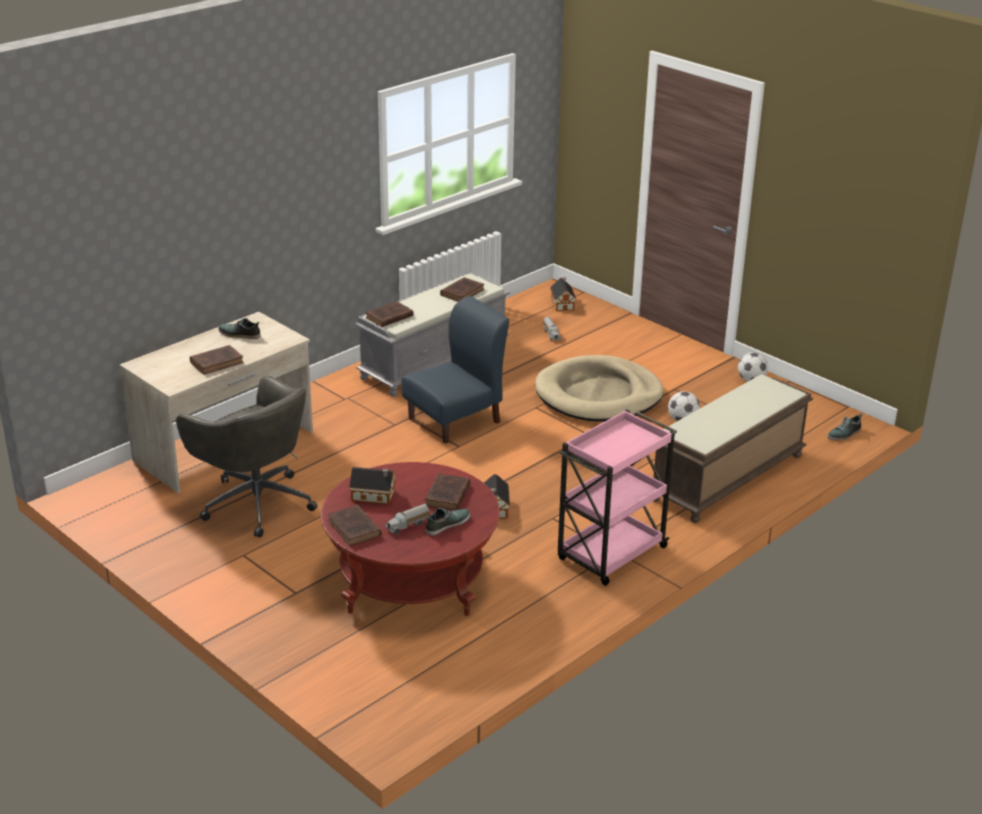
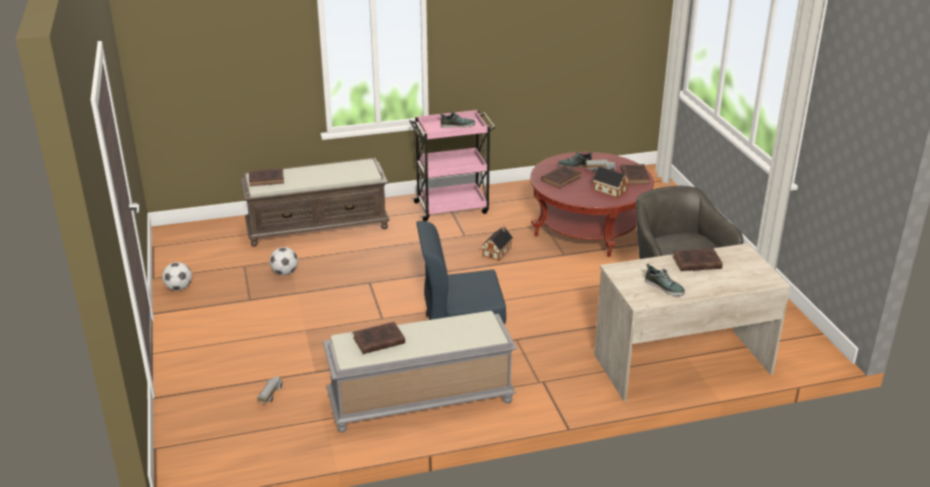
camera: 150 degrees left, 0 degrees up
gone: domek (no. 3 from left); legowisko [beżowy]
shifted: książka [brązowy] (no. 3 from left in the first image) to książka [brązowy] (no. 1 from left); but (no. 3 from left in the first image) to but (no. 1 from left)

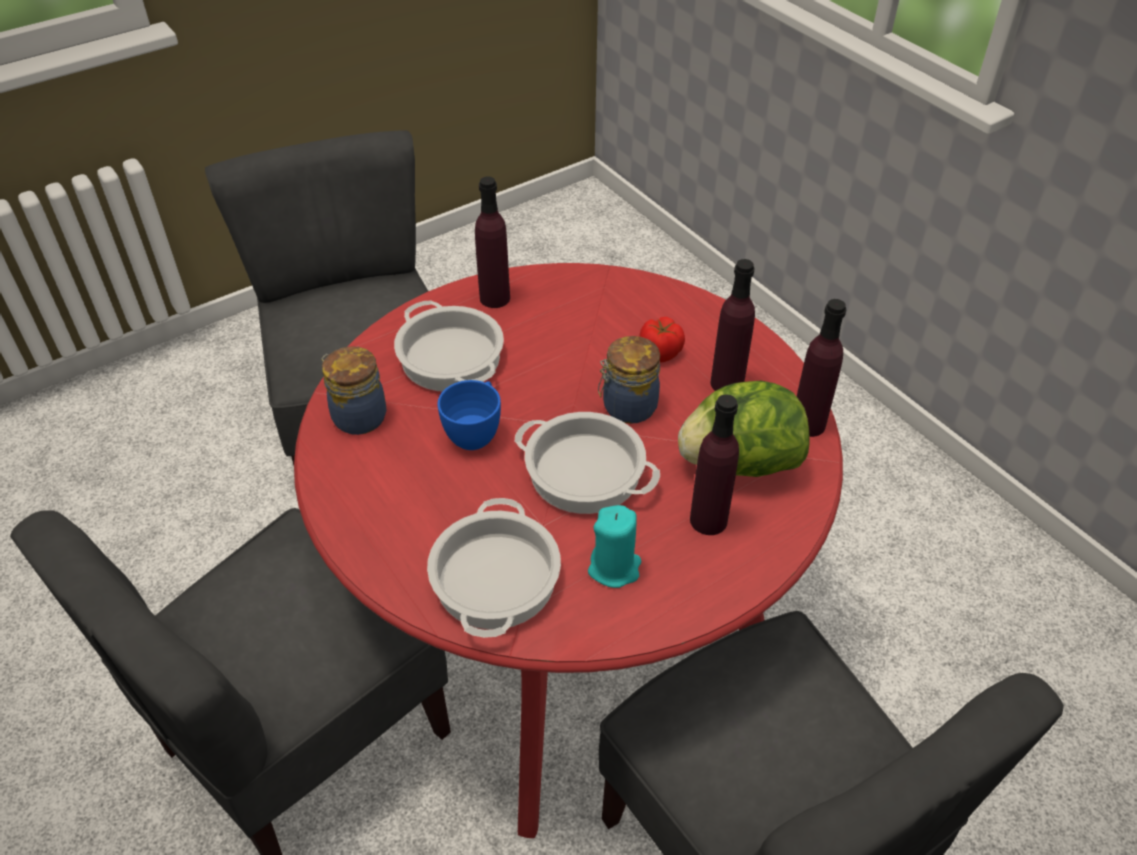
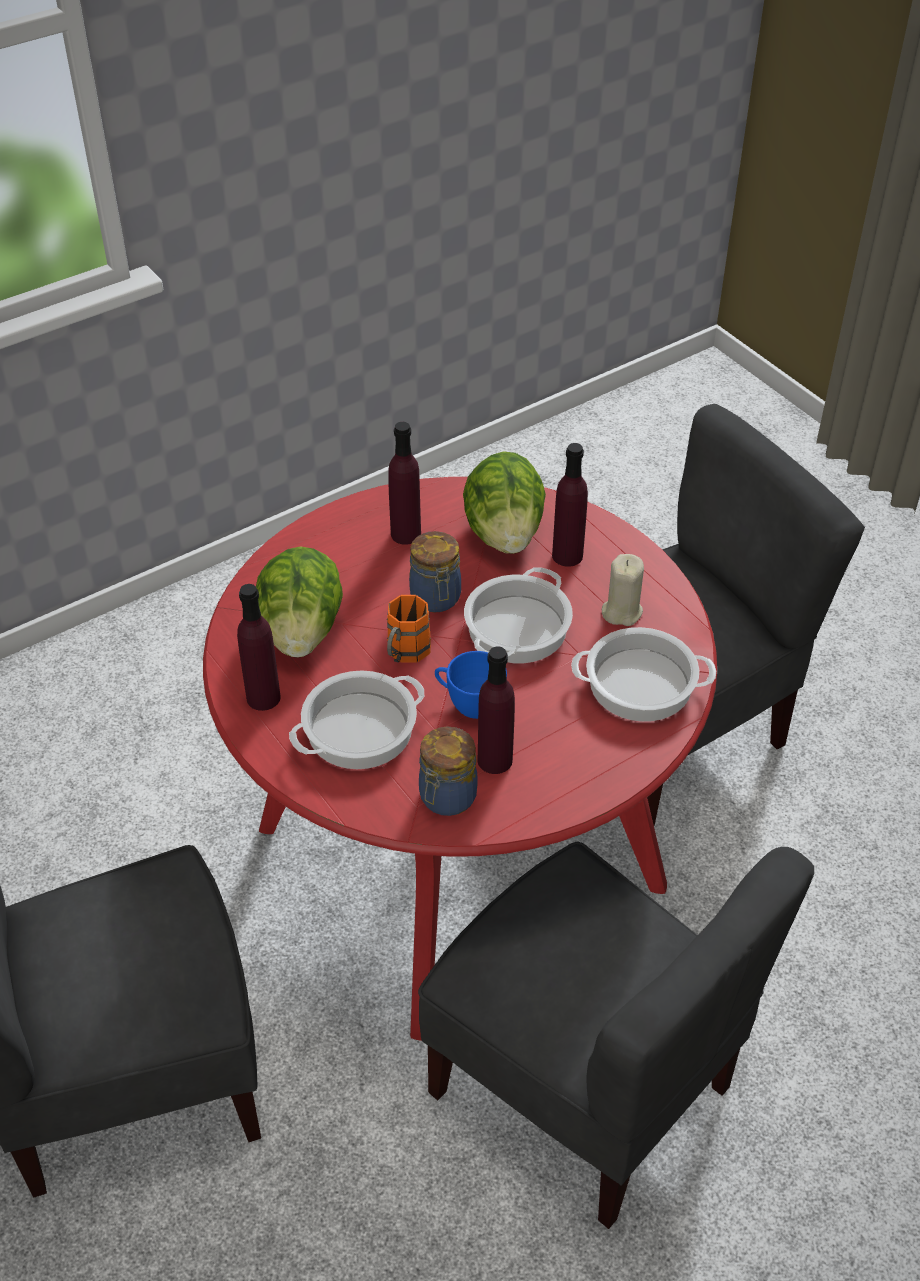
camera: 90 degrees left, 0 degrees up
gone: pomidor
new: sałata (no. 1 from left); kubek [pomarańczowy]
shifted: butelka [fioletowy] (no. 4 from left in the first image) to butelka [fioletowy] (no. 3 from left)
repainted: świeca [turkusowy] to świeca [beżowy]

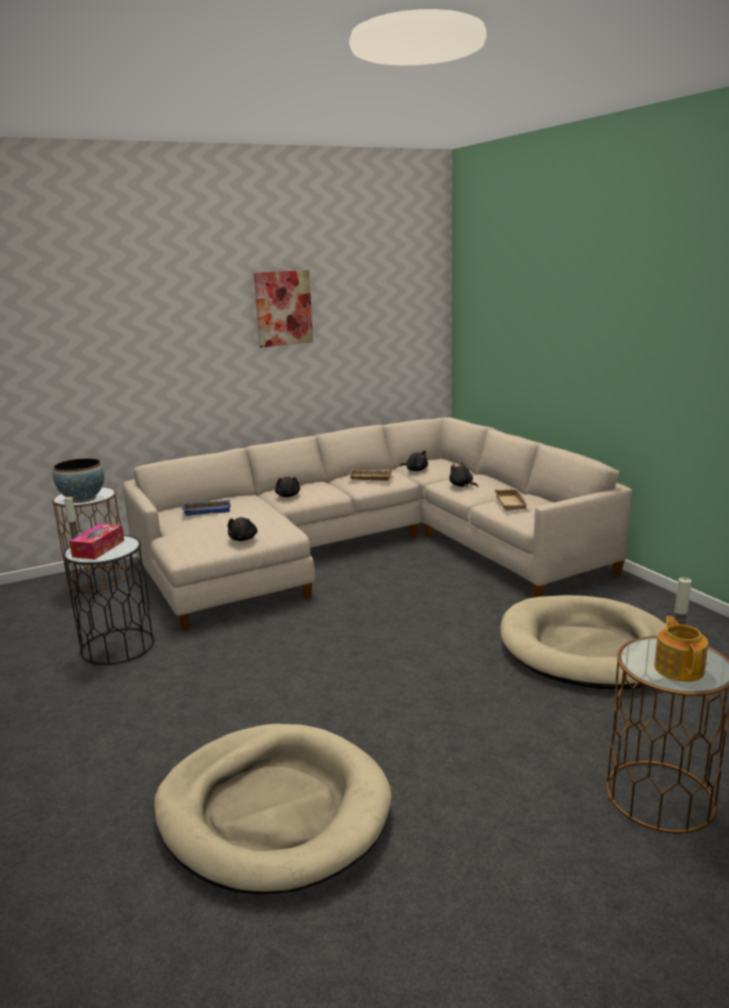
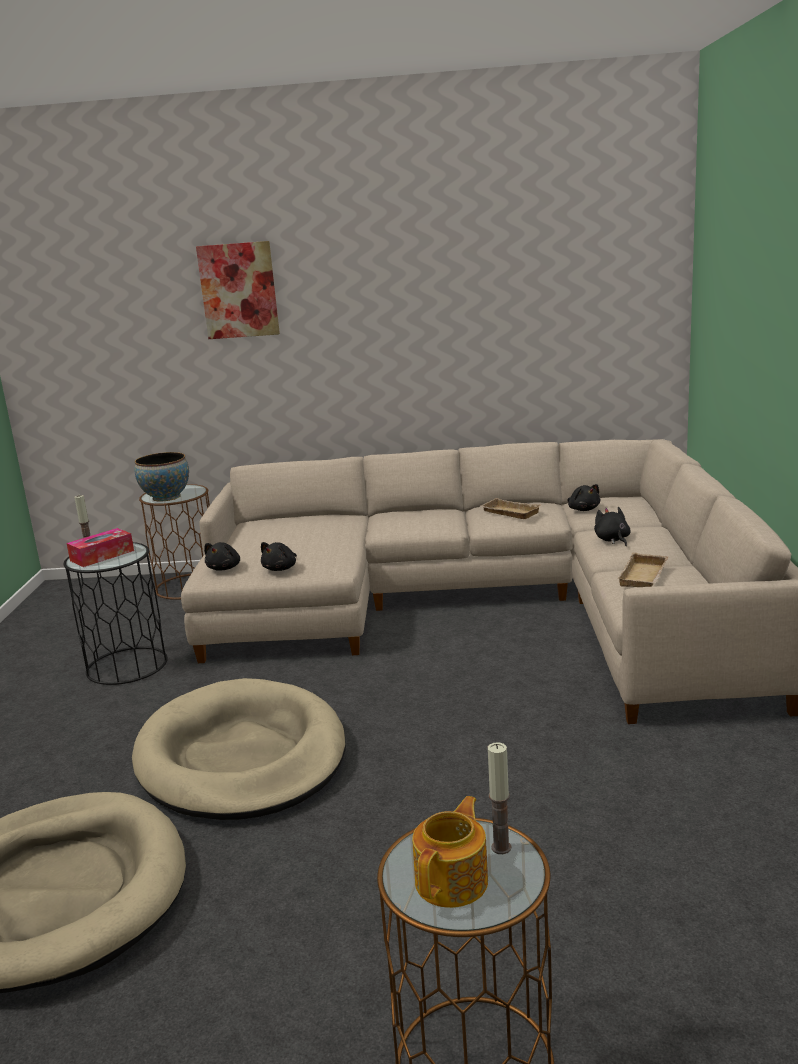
camera: 30 degrees right, 0 degrees up
gone: taca [niebieski]
shifted: obraz; pluszak [czarny] (no. 2 from left in the first image) to pluszak [czarny] (no. 1 from left); legowisko [beżowy] (no. 2 from left)

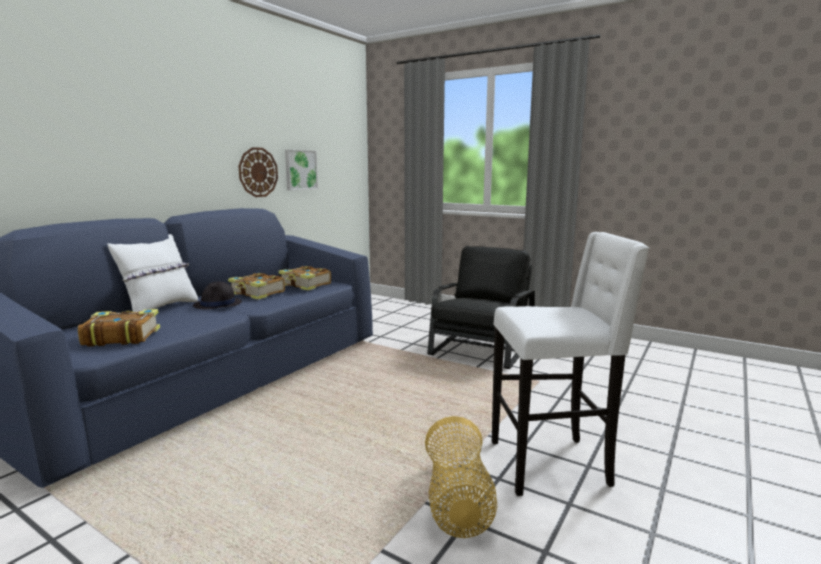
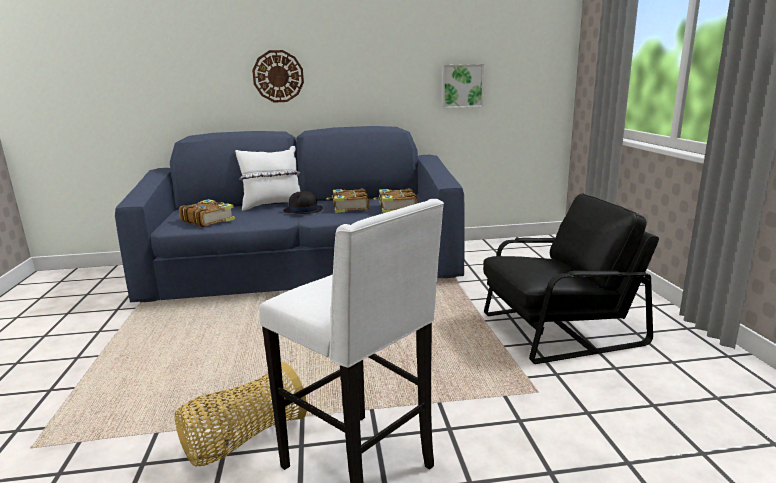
camera: 50 degrees right, 5 degrees up
shifted: zegar ścienny

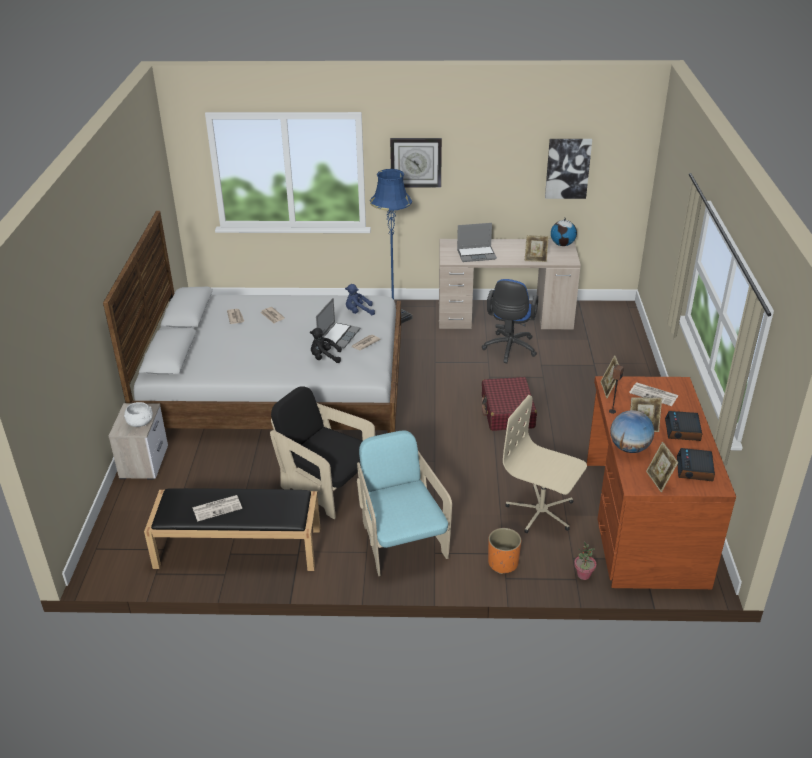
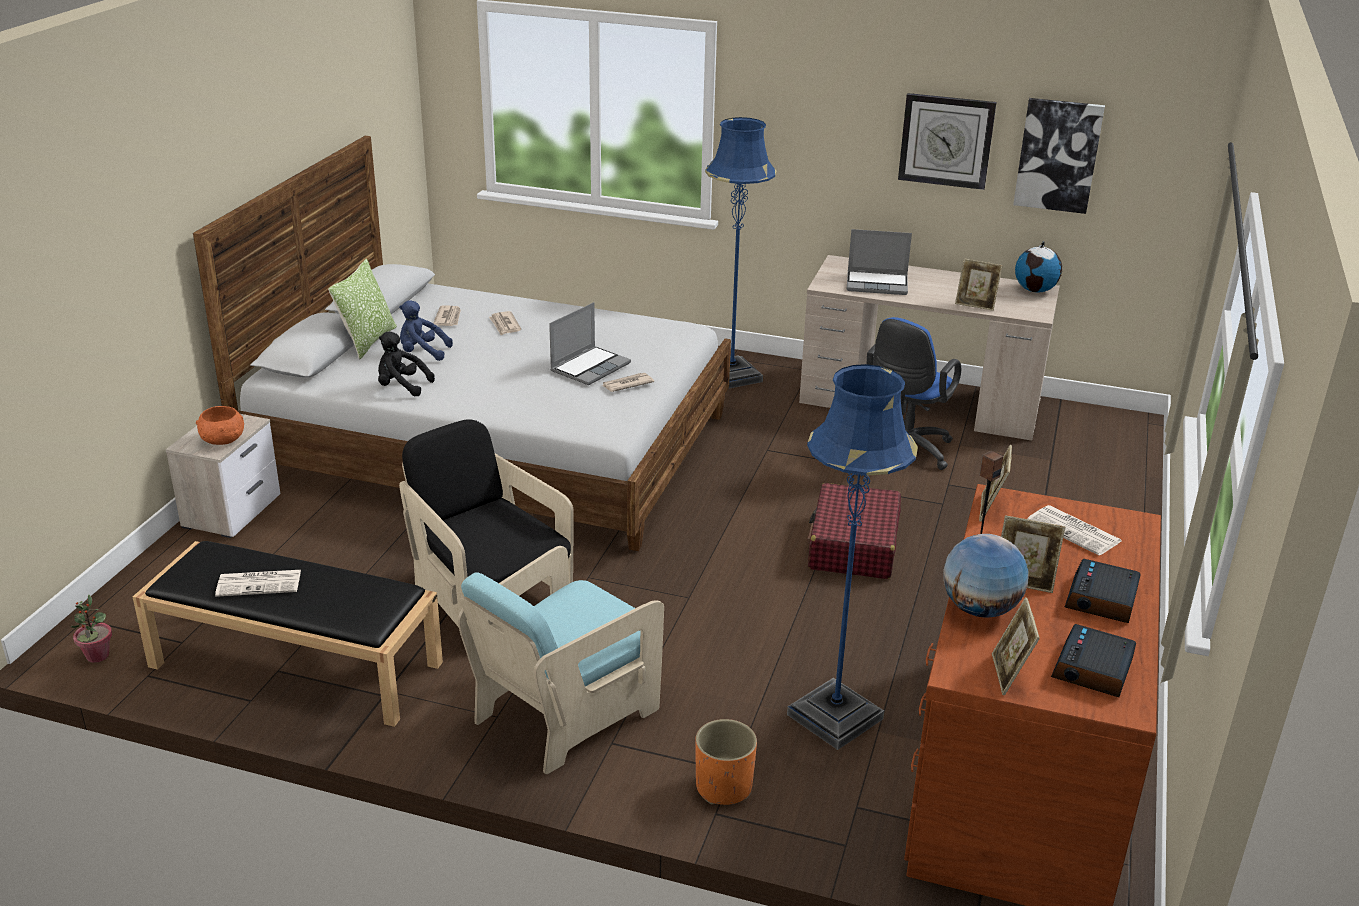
camera: 15 degrees right, 5 degrees down
new: poduszka
shifted: zegar ścienny; pluszak [niebieski]; pluszak [czarny]; roślina doniczkowa
swapped: krzesło biurowe [beżowy] to lampa stojąca [niebieski] (no. 2 from left)
repainted: miska [biały] to miska [pomarańczowy]
rotated: fotel [turkusowy] 135 degrees counterclockwise

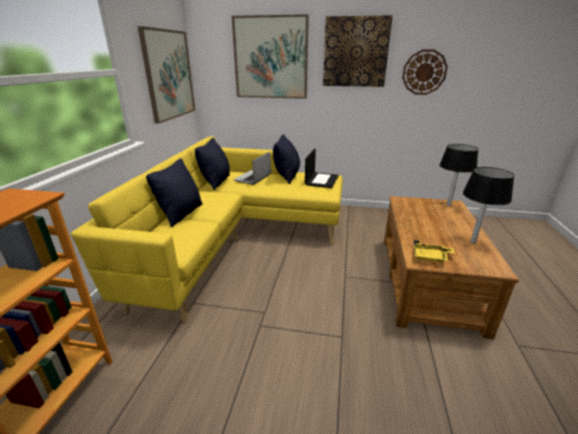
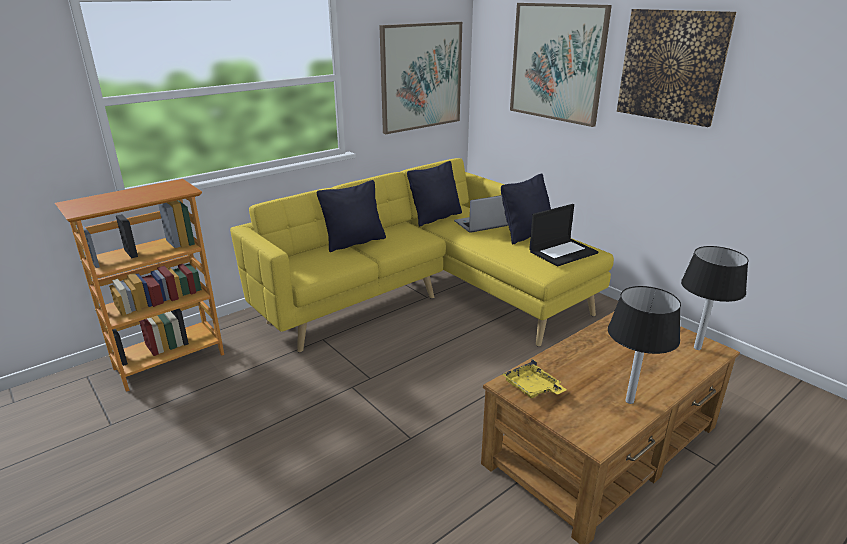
camera: 40 degrees right, 0 degrees up
gone: zegar ścienny

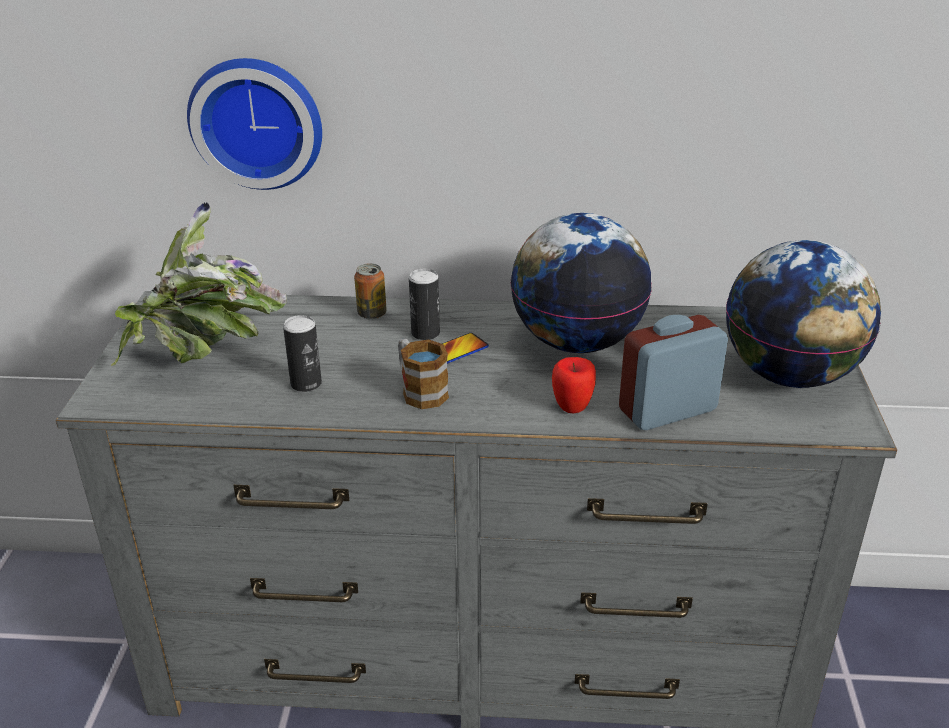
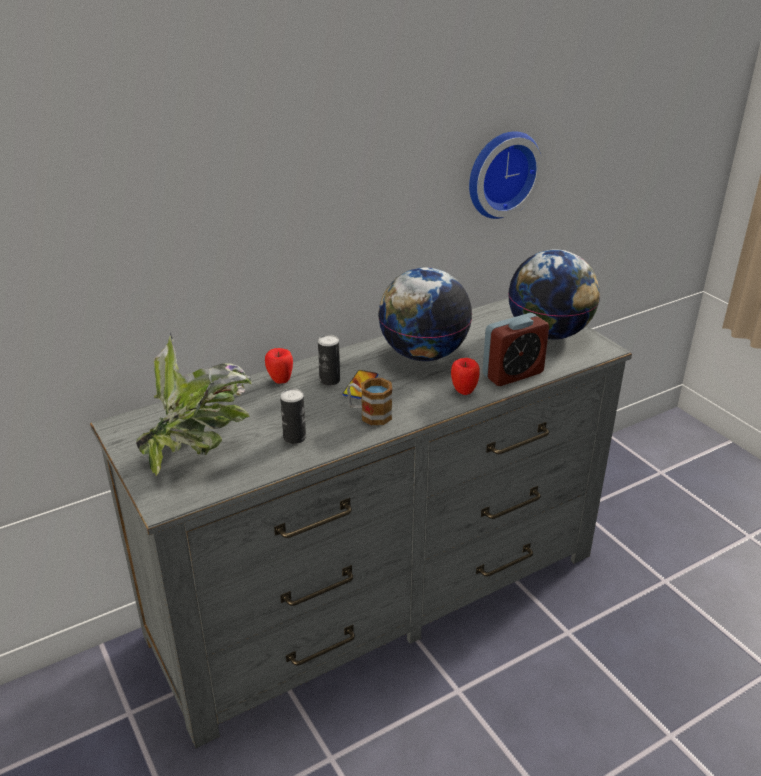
camera: 35 degrees left, 0 degrees up
shifted: zegar ścienny
swapped: puszka (no. 2 from left) to jabłko (no. 1 from left)
rotated: budzik 150 degrees counterclockwise

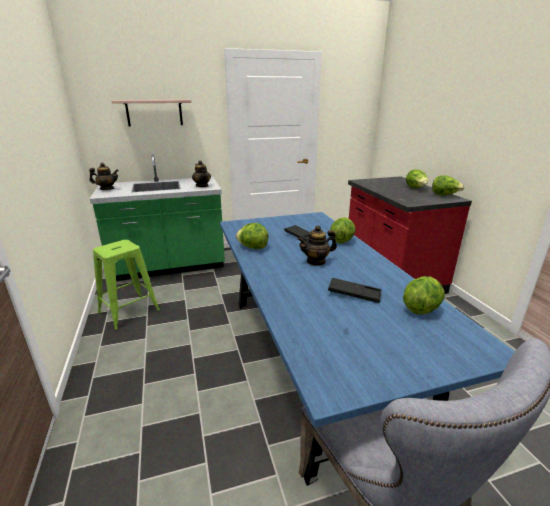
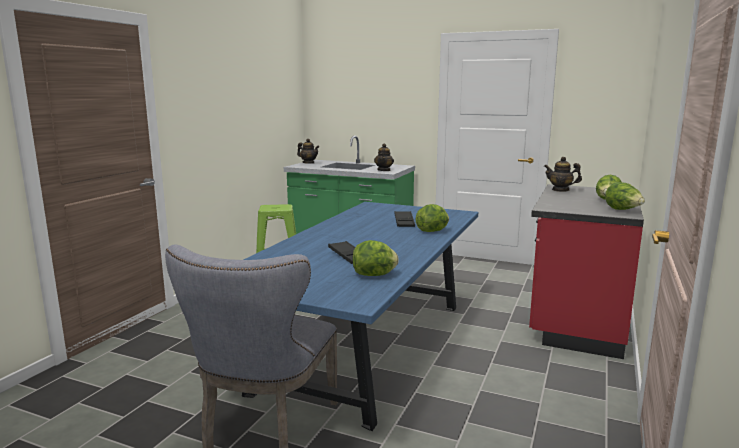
camera: 40 degrees right, 10 degrees down
gone: półka; sałata (no. 1 from left)
shifted: imbryk (no. 3 from left)

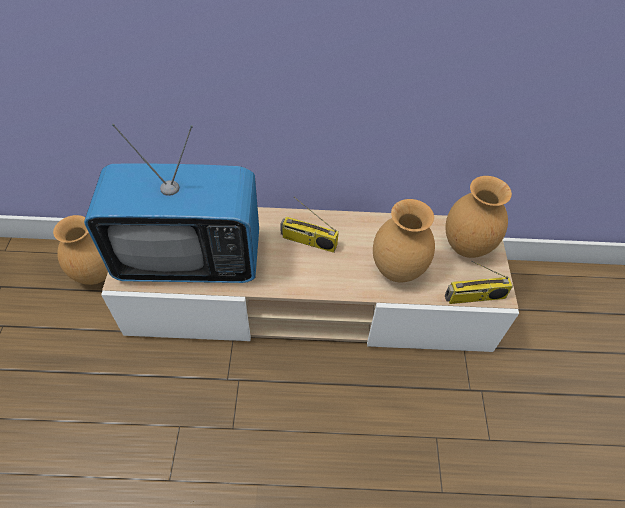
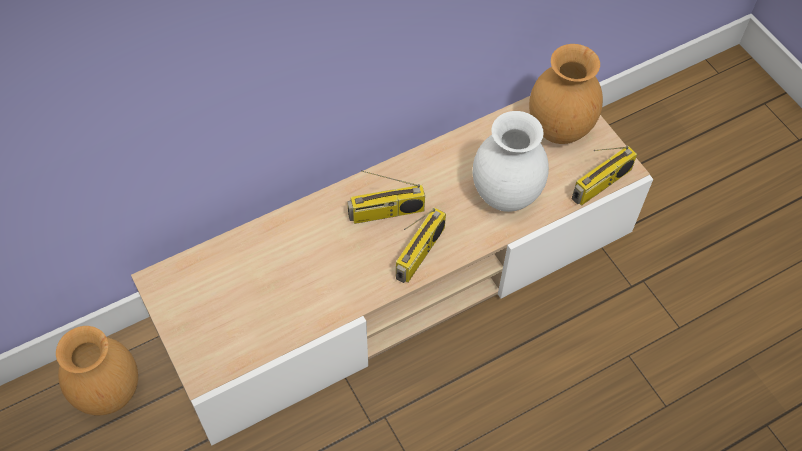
camera: 30 degrees left, 5 degrees up
gone: telewizor
new: radio (no. 2 from left)
repainted: wazon [brązowy] (no. 2 from left) to wazon [biały]

